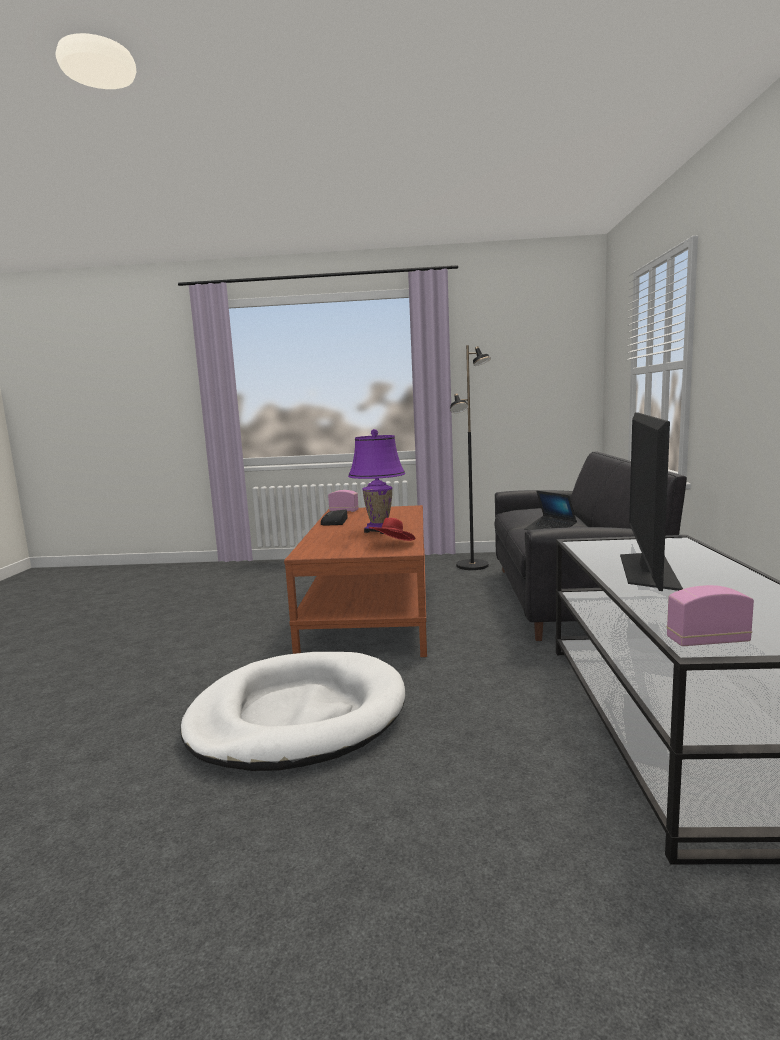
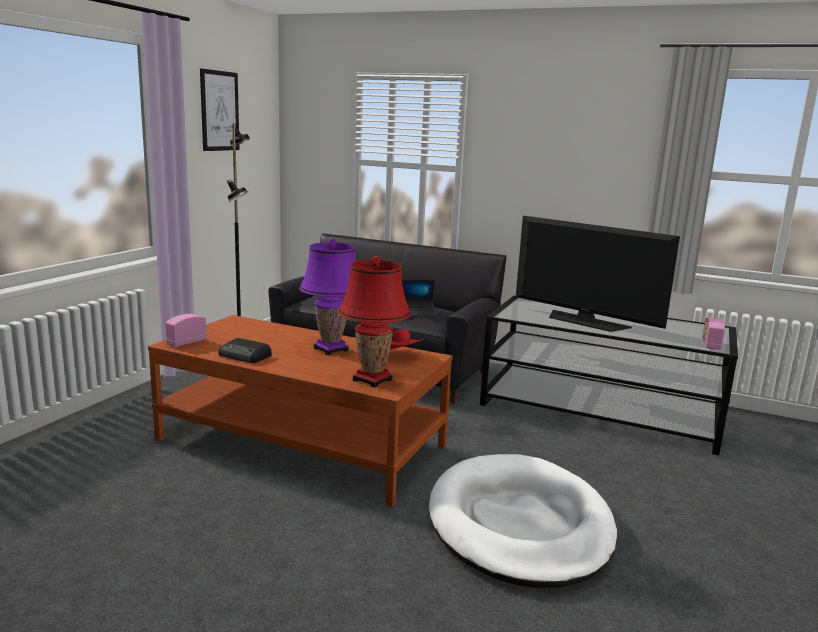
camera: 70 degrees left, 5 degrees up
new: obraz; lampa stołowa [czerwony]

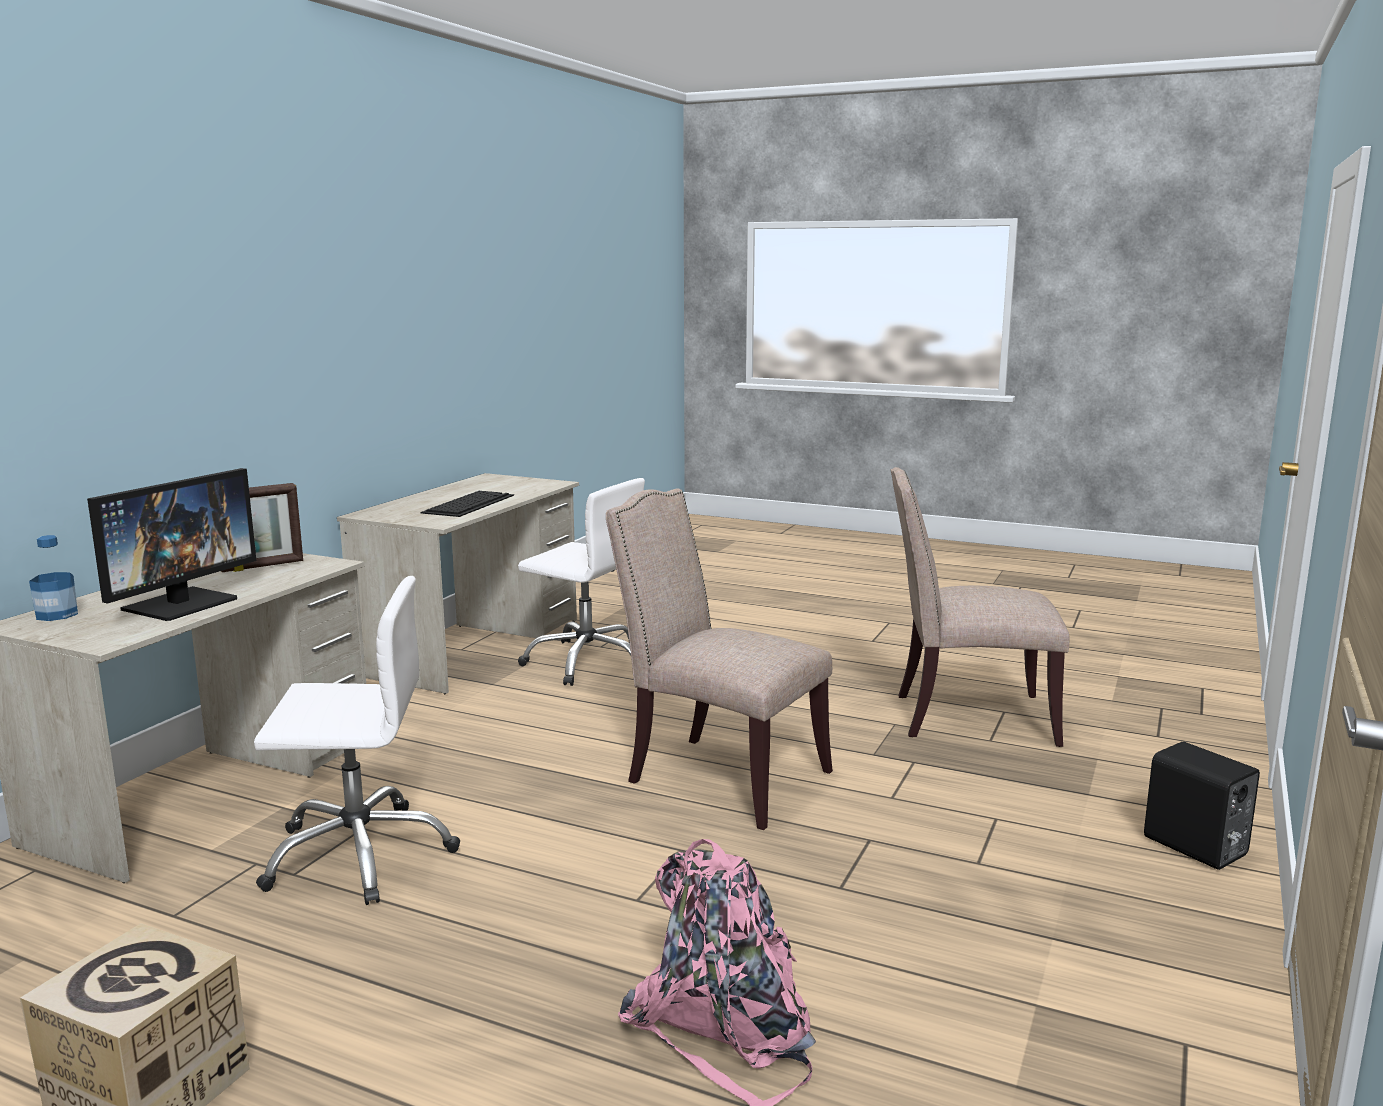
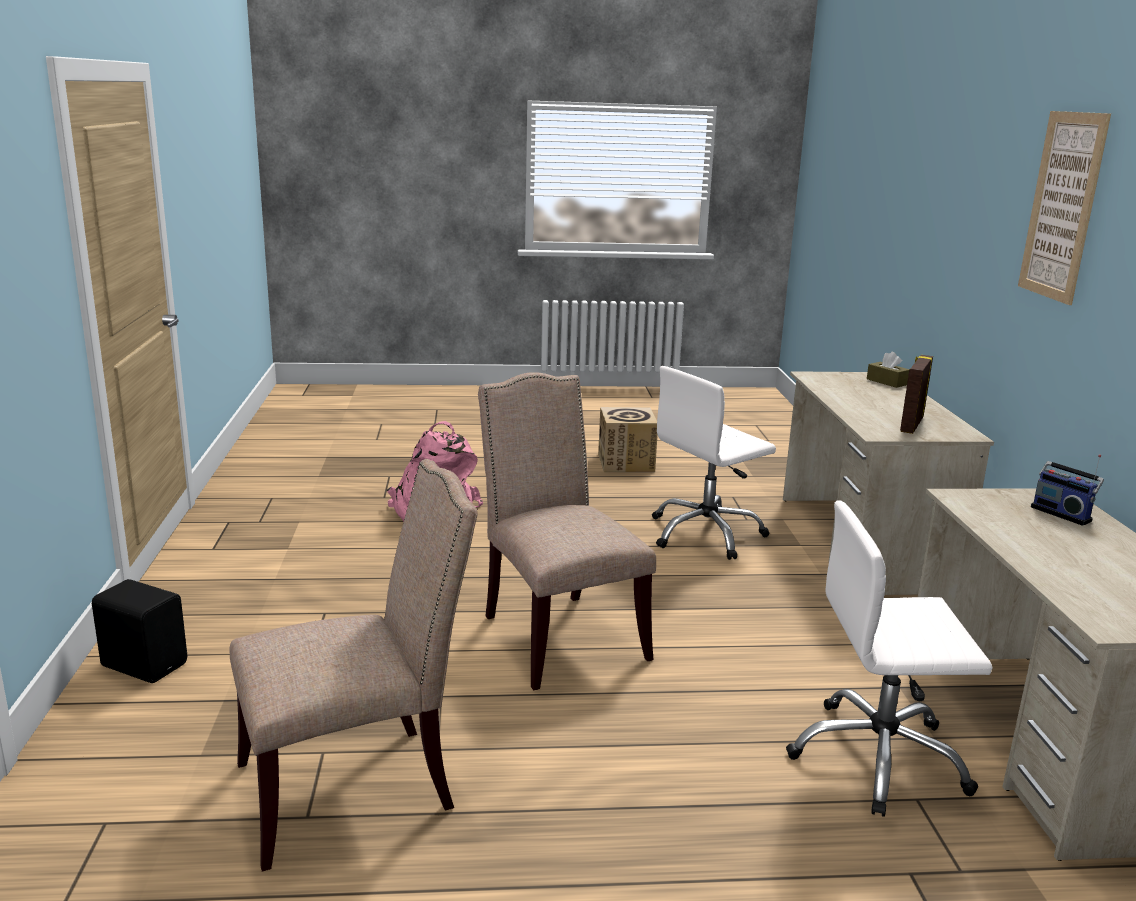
camera: 150 degrees right, 5 degrees up
gone: monitor; klawiatura
new: obraz; radio
swapped: butelka to pudełko chusteczek [brązowy]
rotated: krzesło [beżowy] (no. 1 from left in the first image) 120 degrees counterclockwise

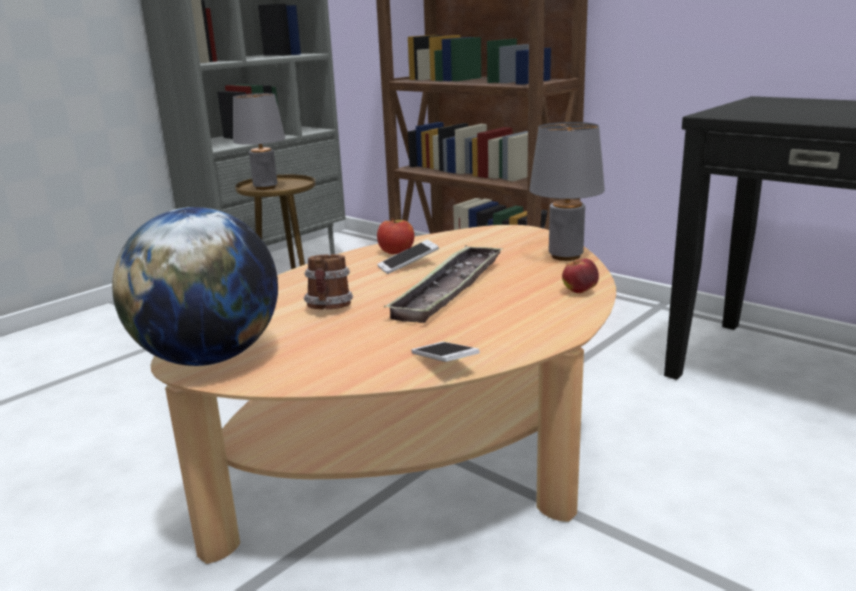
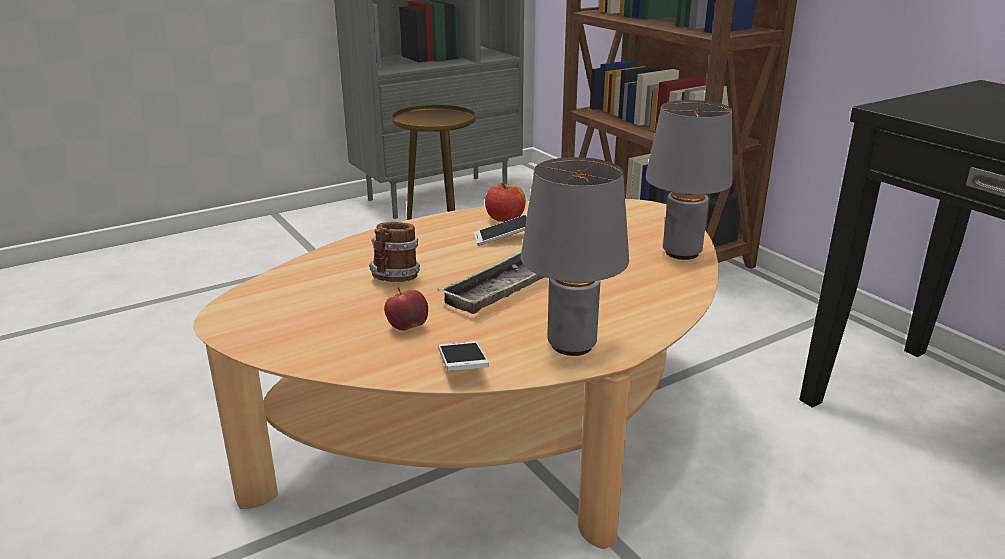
camera: 15 degrees right, 5 degrees up
gone: globus
shifted: lampa stołowa [szary] (no. 1 from left); jabłko (no. 2 from left in the first image) to jabłko (no. 1 from left)

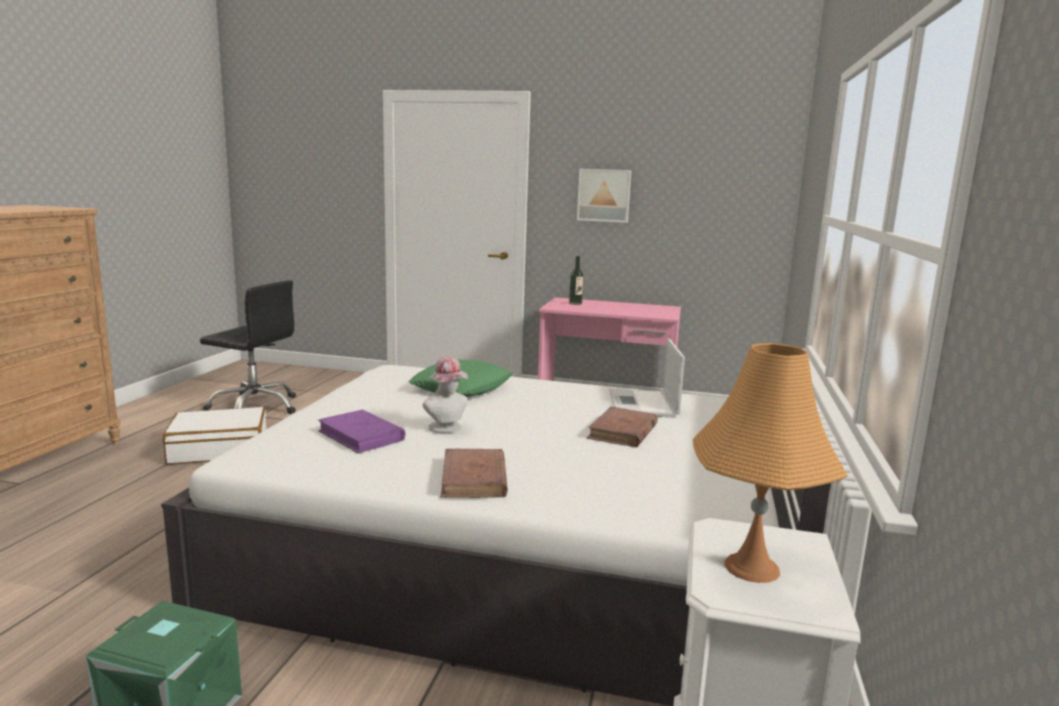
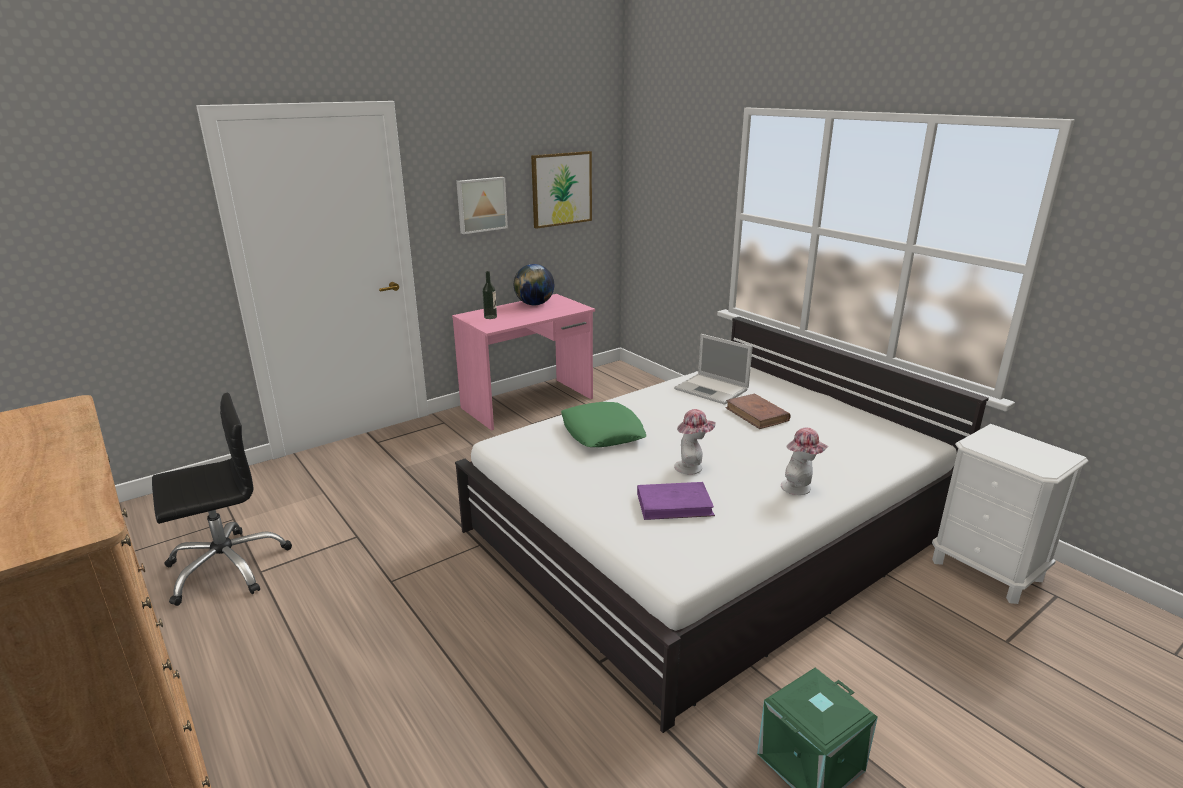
camera: 50 degrees left, 10 degrees up
gone: lampa stołowa [pomarańczowy]; walizka [biały]
new: obraz (no. 2 from left); globus
swapped: książka [brązowy] (no. 1 from left) to kapelusz (no. 2 from left)

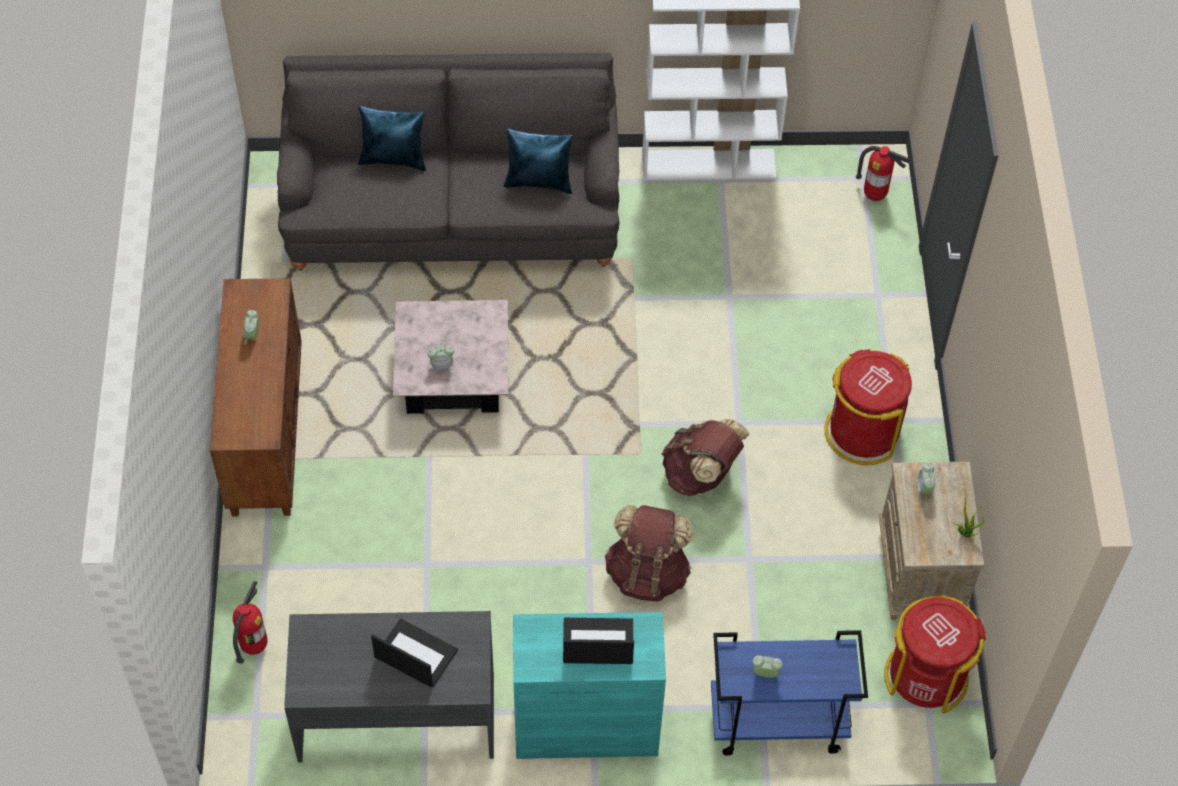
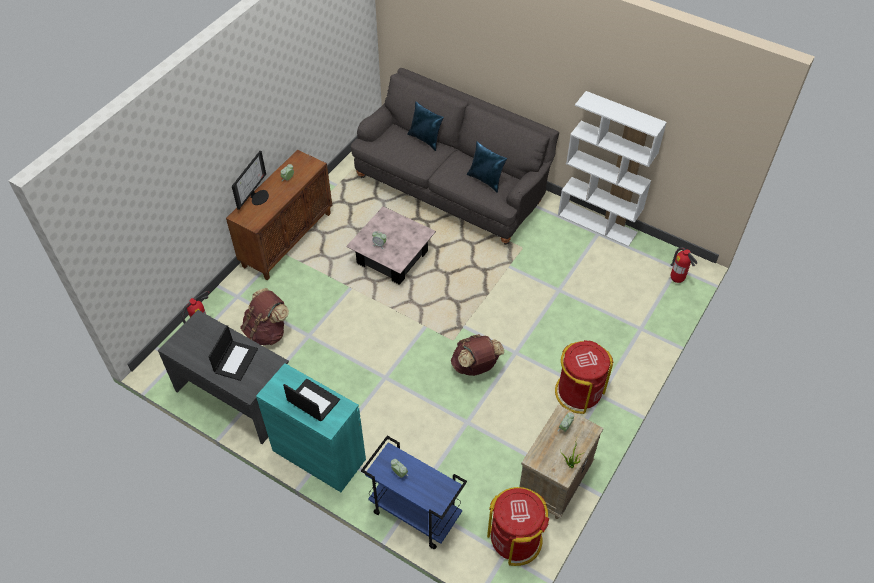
camera: 35 degrees right, 5 degrees down
new: monitor
shifted: plecak [brązowy] (no. 1 from left)
rotated: laptop (no. 1 from left) 45 degrees clockwise

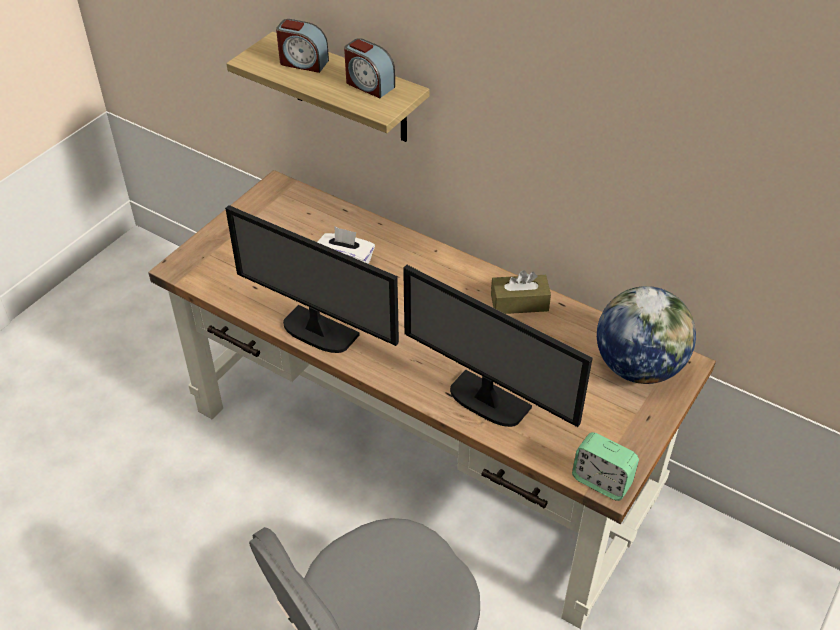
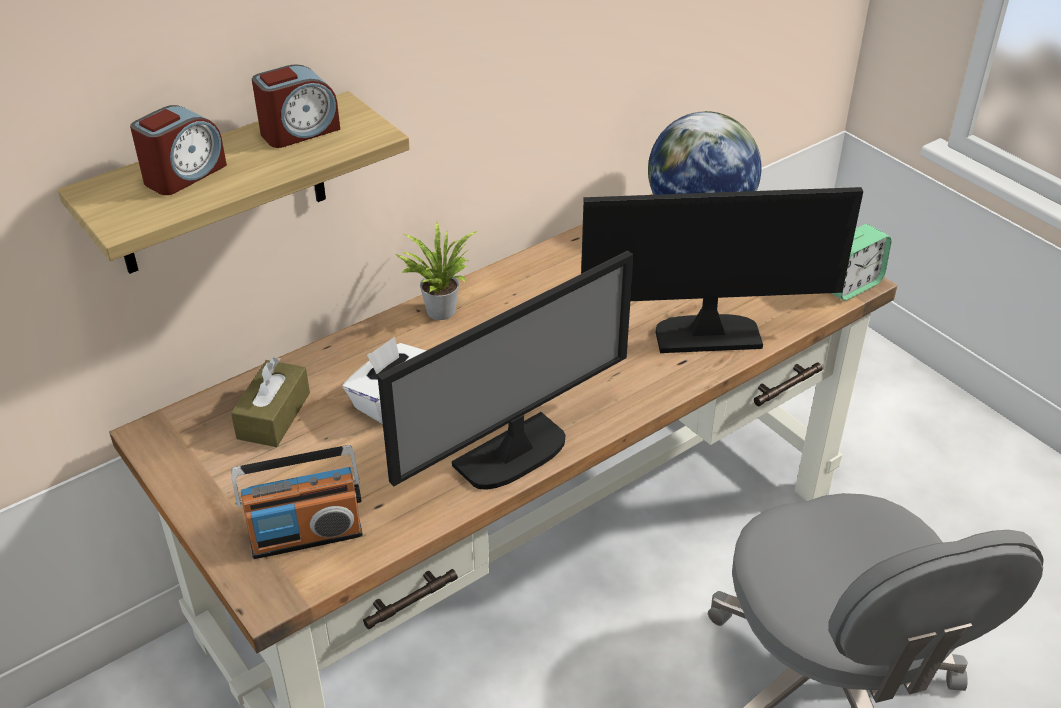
camera: 70 degrees left, 5 degrees down
new: roślina doniczkowa; radio
shifted: pudełko chusteczek [brązowy]
rotated: monitor (no. 2 from left) 150 degrees counterclockwise

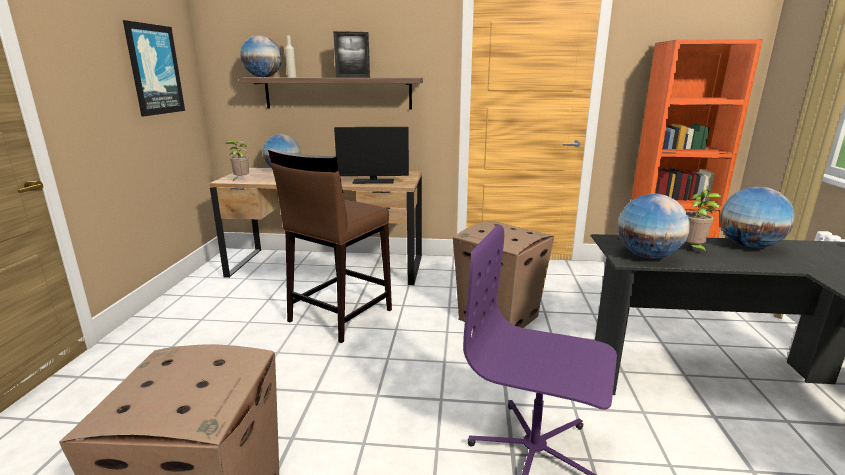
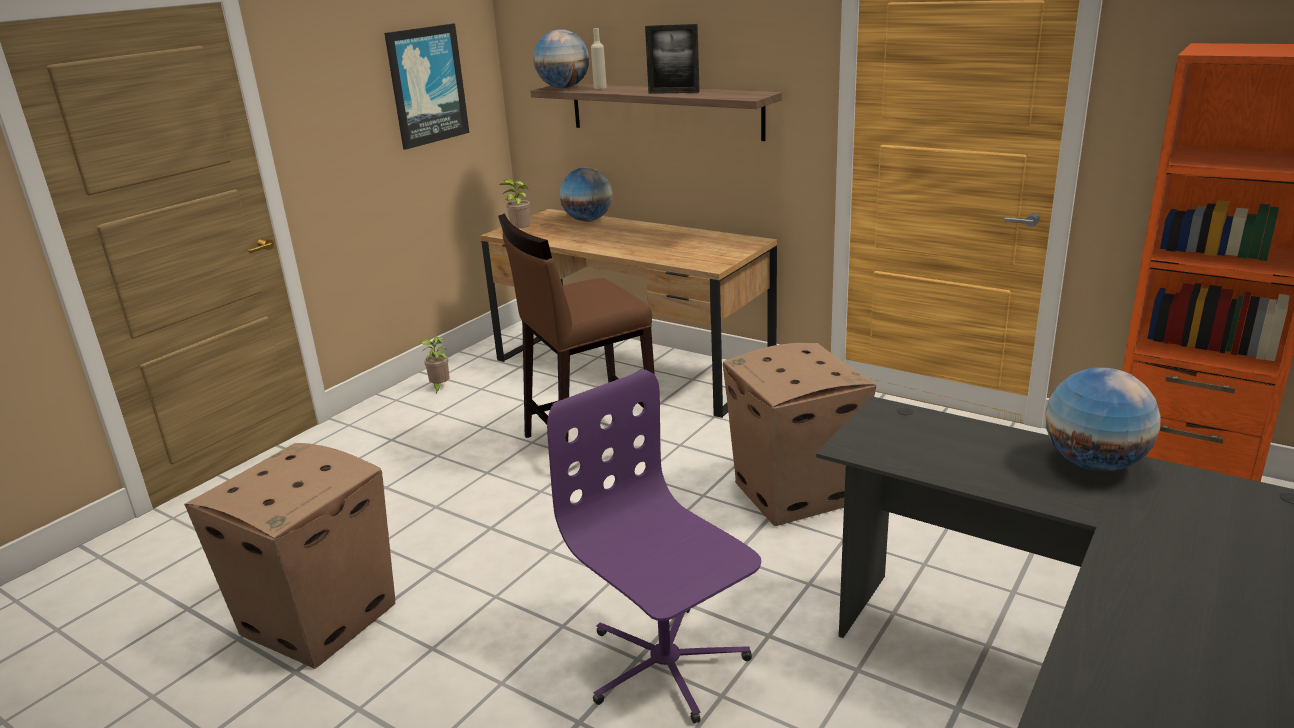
camera: 30 degrees right, 5 degrees up
gone: monitor; globus (no. 3 from left)
shifted: roślina doniczkowa (no. 2 from left in the first image) to roślina doniczkowa (no. 1 from left)

